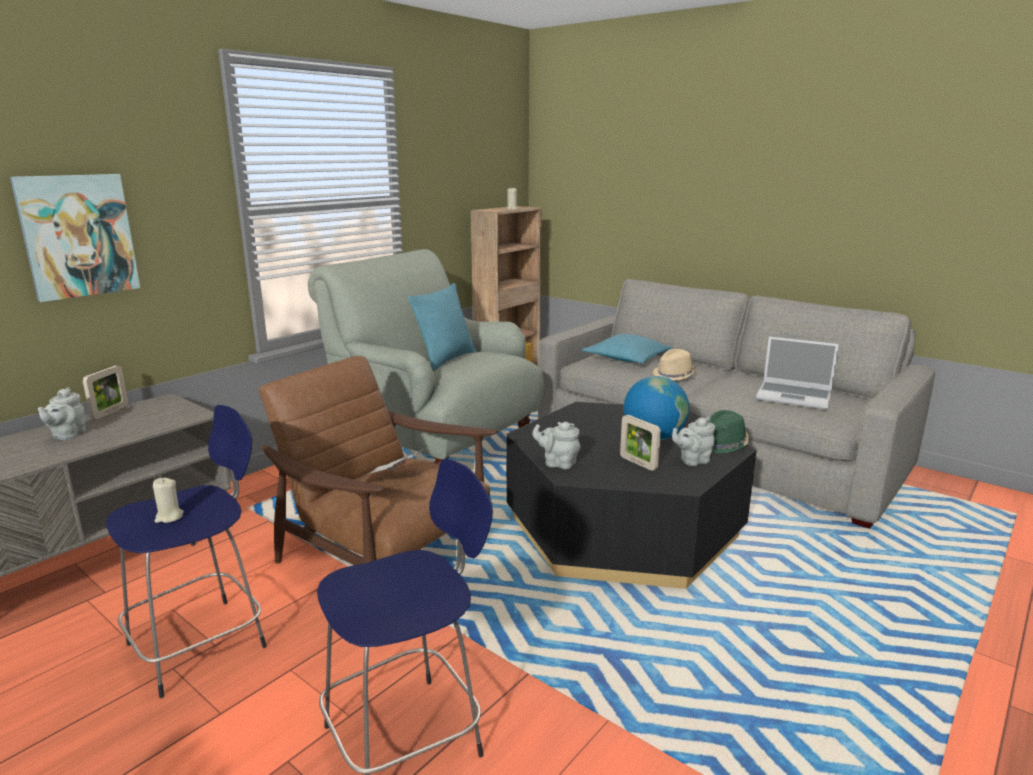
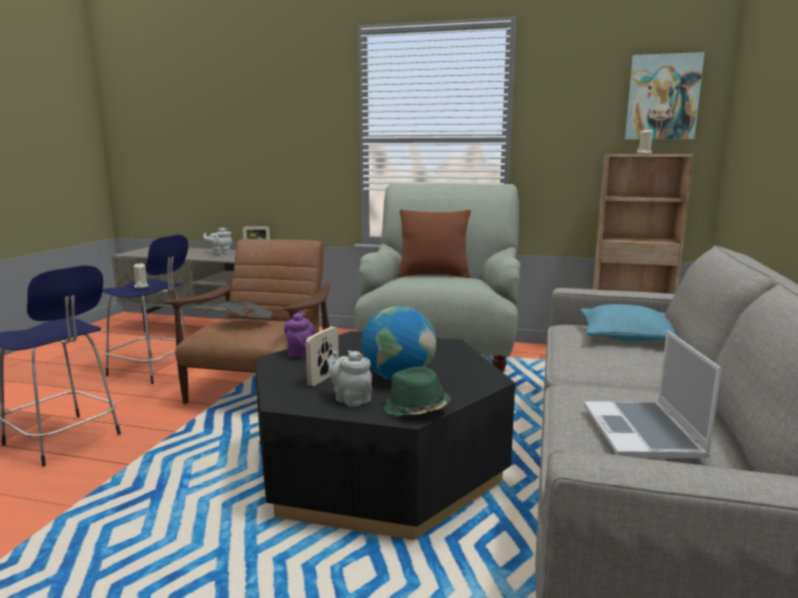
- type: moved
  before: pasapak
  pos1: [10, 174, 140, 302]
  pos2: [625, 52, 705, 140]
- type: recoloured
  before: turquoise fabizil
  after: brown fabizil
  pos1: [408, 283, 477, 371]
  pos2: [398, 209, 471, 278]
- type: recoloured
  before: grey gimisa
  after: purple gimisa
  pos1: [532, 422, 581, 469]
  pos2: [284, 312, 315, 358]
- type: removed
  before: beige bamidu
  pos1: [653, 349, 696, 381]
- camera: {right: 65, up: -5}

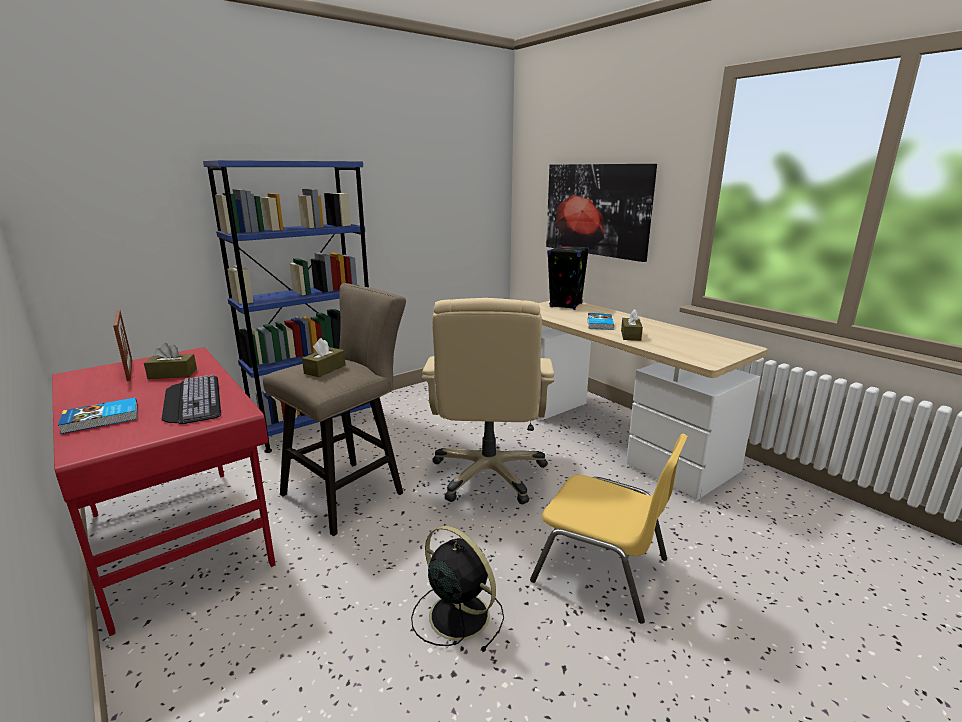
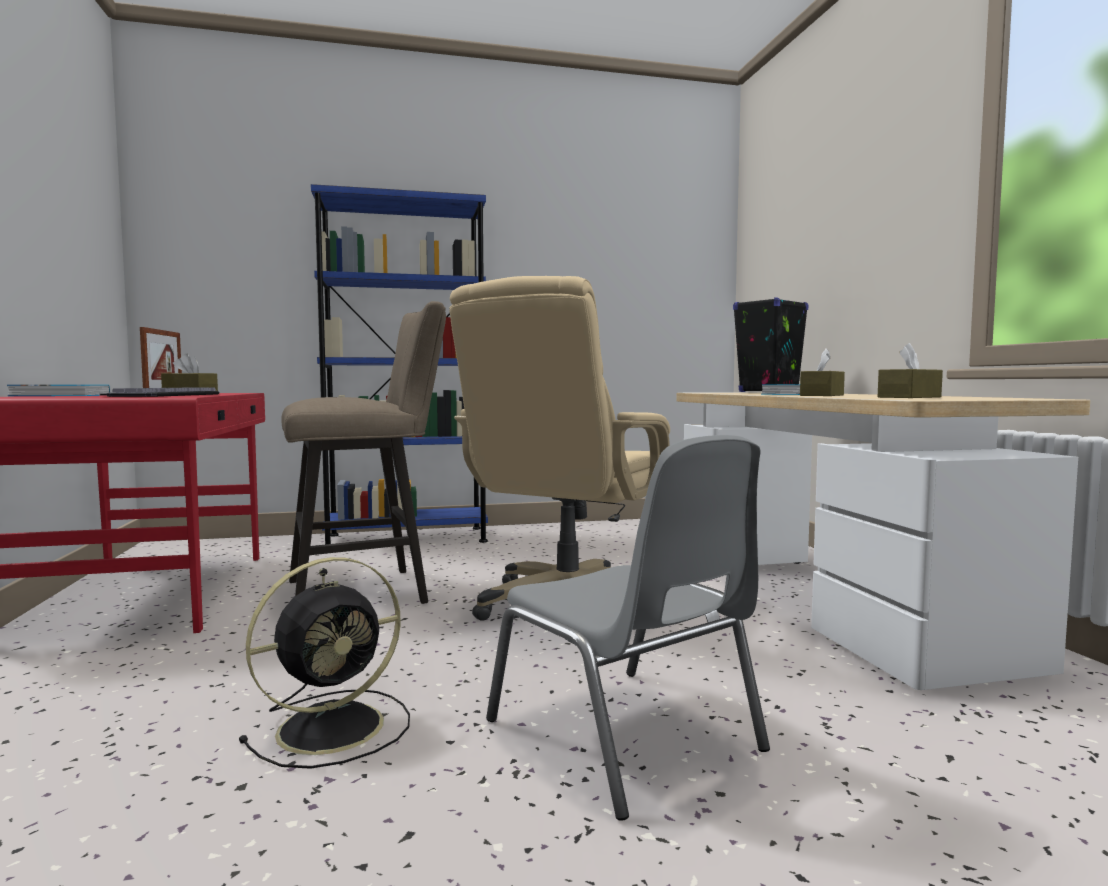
- type: moved
  before: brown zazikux
  pos1: [302, 338, 345, 377]
  pos2: [878, 343, 943, 398]
- type: turned
  before: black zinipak
  pos1: [411, 526, 504, 652]
  pos2: [239, 557, 410, 769]
  turn: 75
- type: recoloured
  before: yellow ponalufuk
  after: grey ponalufuk
  pos1: [530, 433, 688, 624]
  pos2: [486, 435, 770, 821]
- type: removed
  before: pasapak
  pos1: [546, 164, 657, 262]
- camera: {right: 25, up: -15}

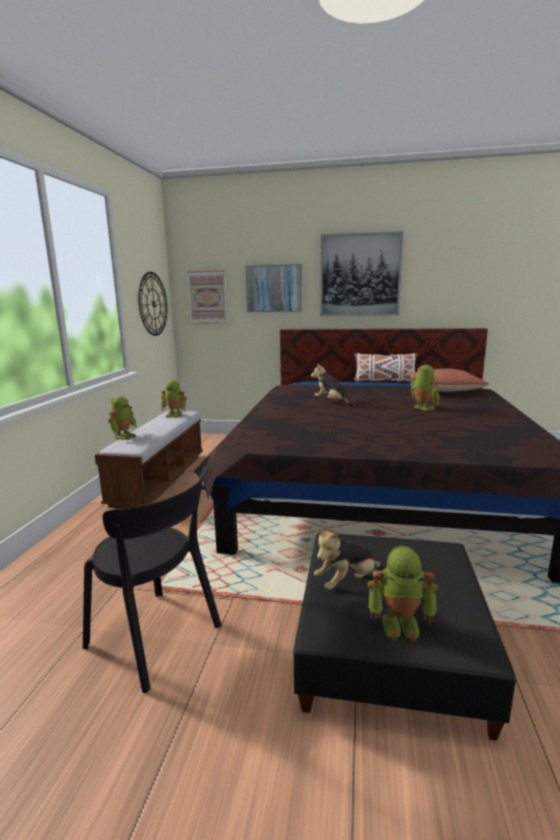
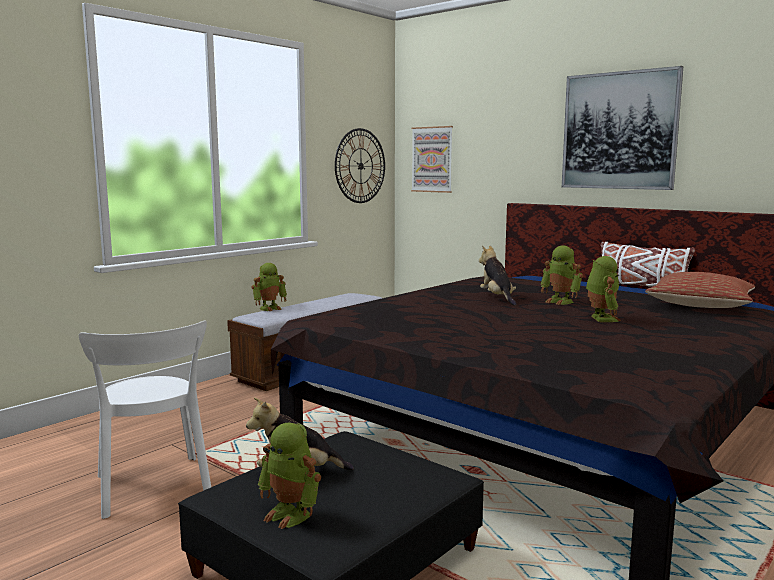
- type: recoloured
  before: black ponalufuk
  after: white ponalufuk
  pos1: [83, 466, 222, 693]
  pos2: [79, 320, 211, 519]
- type: moved
  before: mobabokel
  pos1: [161, 380, 187, 418]
  pos2: [540, 245, 583, 305]
- type: removed
  before: pasapak
  pos1: [246, 264, 302, 312]
- camera: {right: 30, up: -5}

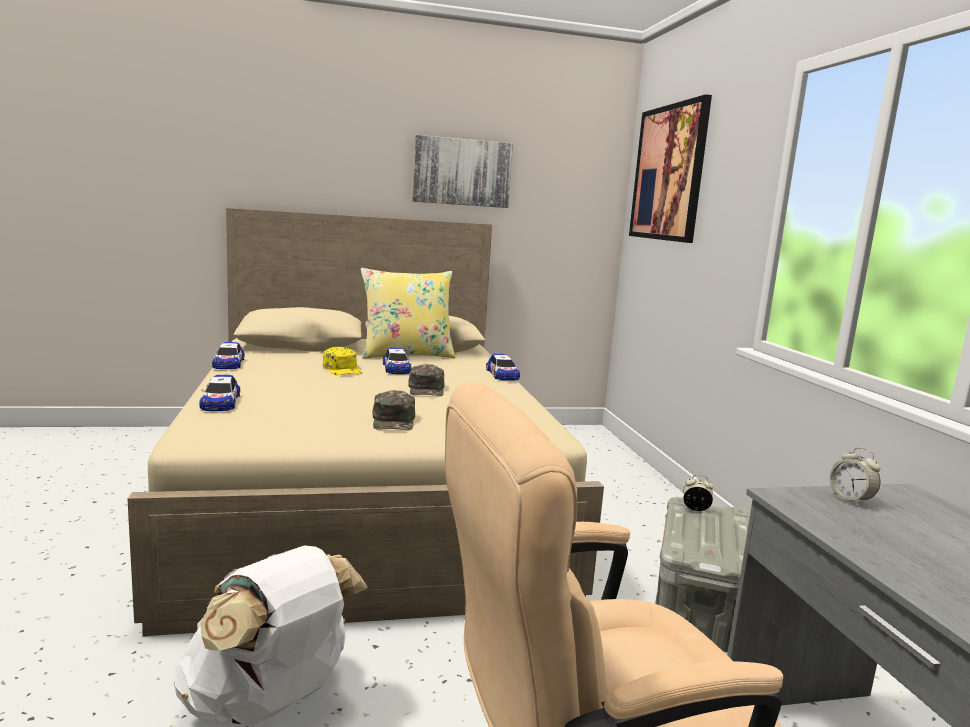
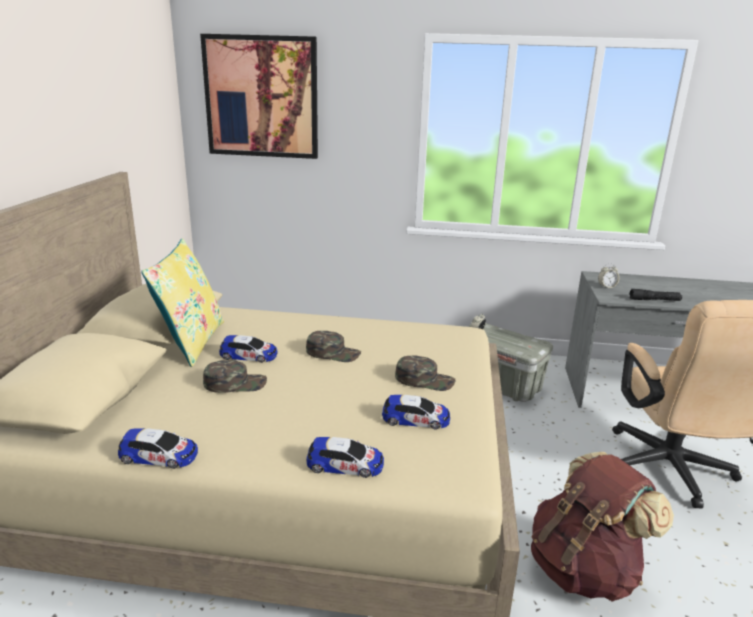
- type: recoloured
  before: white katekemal
  after: brown katekemal
  pos1: [174, 546, 368, 726]
  pos2: [531, 452, 674, 601]
- type: recoloured
  before: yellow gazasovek
  after: green gazasovek
  pos1: [323, 347, 362, 375]
  pos2: [203, 360, 267, 393]
- type: removed
  before: pasapak
  pos1: [412, 135, 513, 208]
- type: moved
  before: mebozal
  pos1: [486, 354, 520, 381]
  pos2: [382, 395, 450, 430]
- type: added
  after: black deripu
  pos2: [629, 289, 682, 301]
- camera: {right: -70, up: 10}

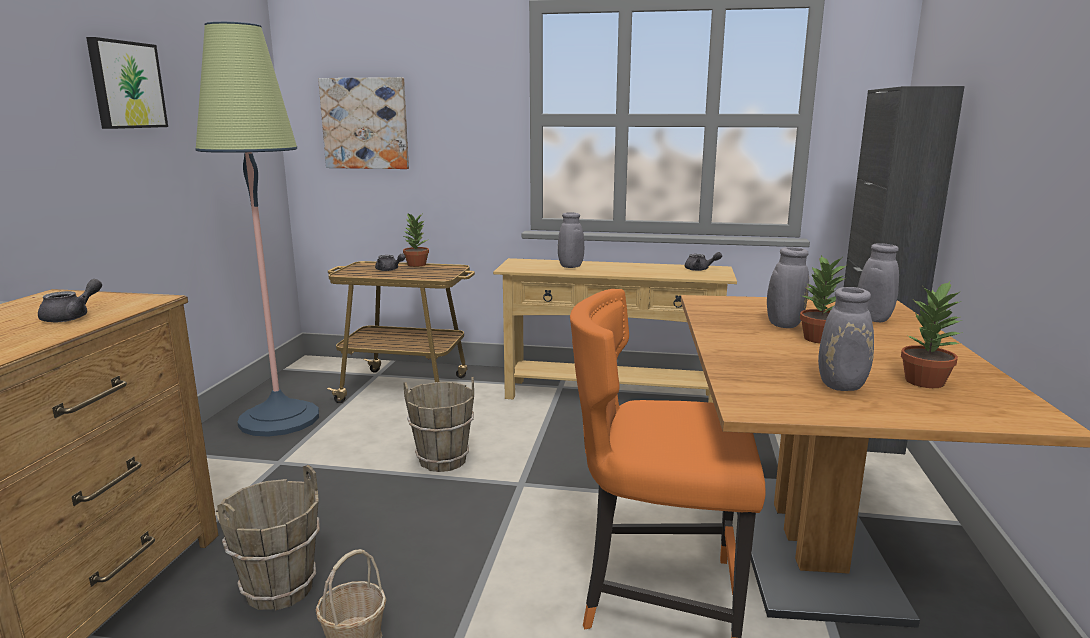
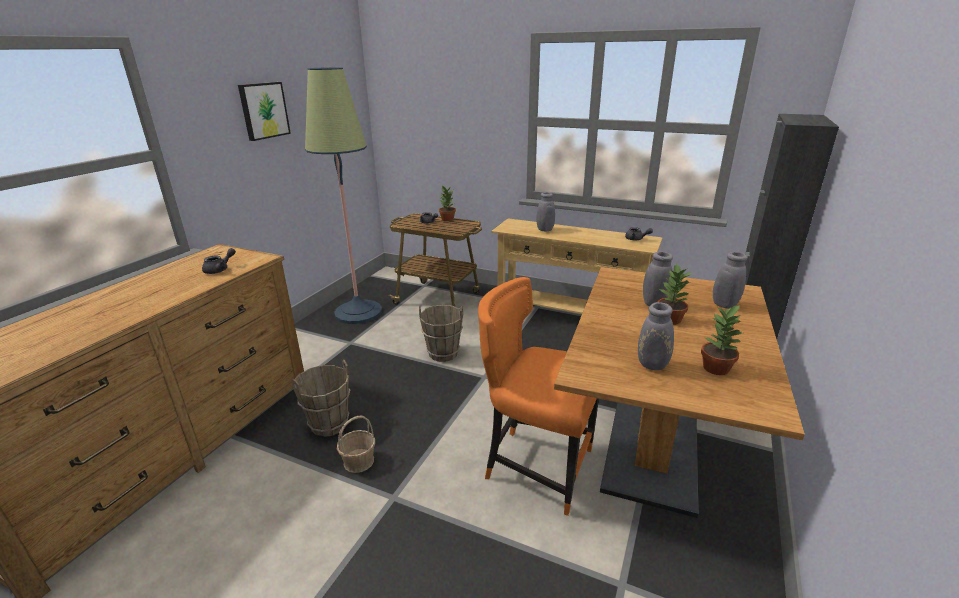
- type: removed
  before: pasapak
  pos1: [318, 77, 409, 169]
- camera: {right: 15, up: 10}

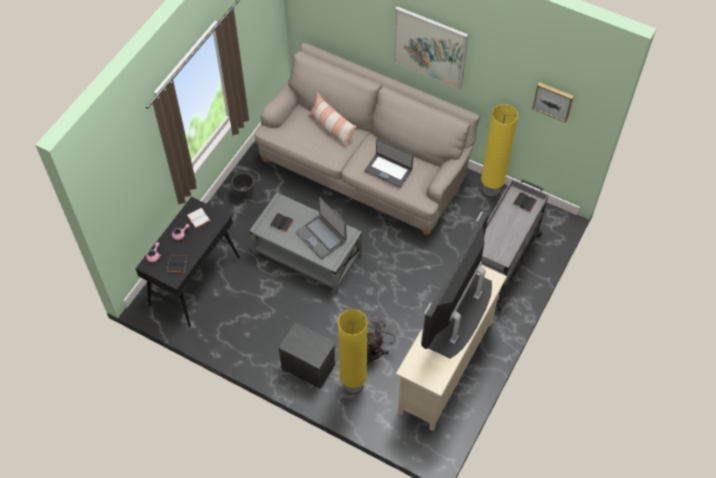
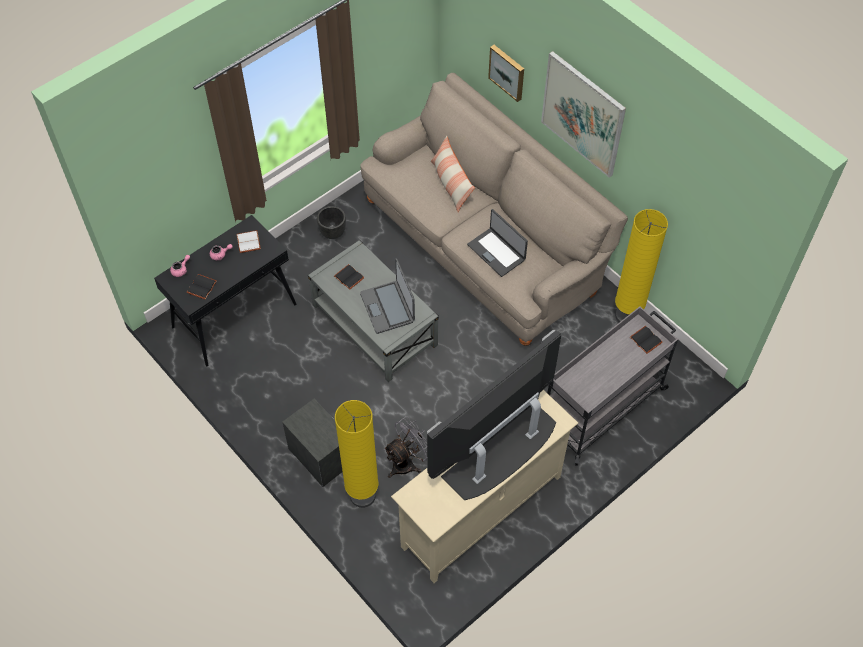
- type: moved
  before: pasapak
  pos1: [532, 82, 574, 123]
  pos2: [488, 45, 524, 102]
- camera: {right: 20, up: 0}

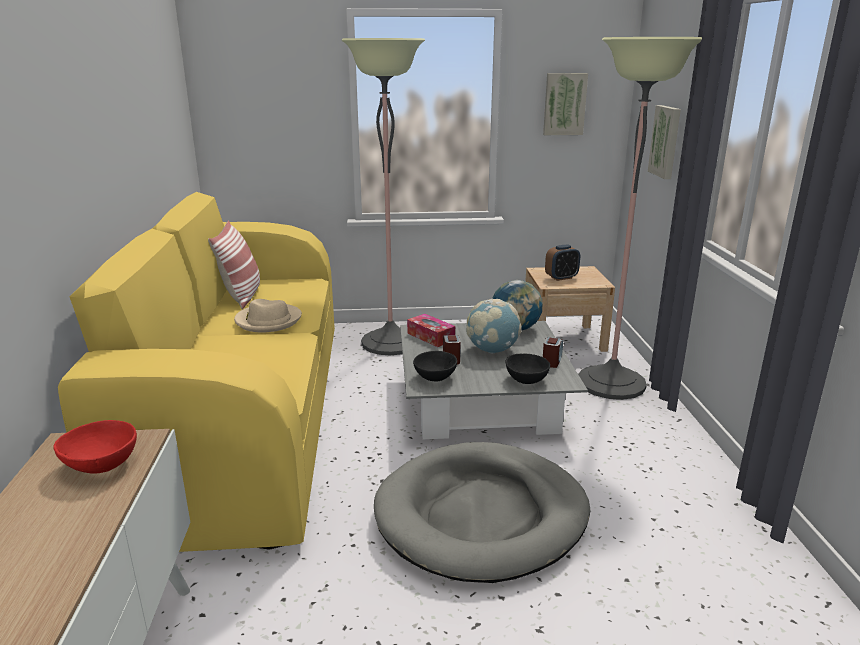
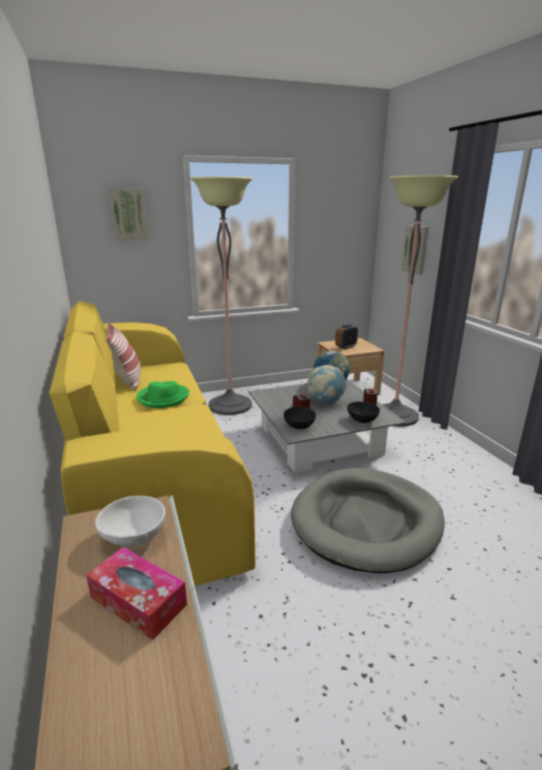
- type: recoloured
  before: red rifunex
  after: white rifunex
  pos1: [53, 420, 137, 474]
  pos2: [95, 496, 165, 547]
- type: recoloured
  before: beige bamidu
  after: green bamidu
  pos1: [234, 299, 302, 332]
  pos2: [136, 381, 190, 408]
- type: moved
  before: zazikux
  pos1: [407, 314, 455, 347]
  pos2: [86, 547, 187, 640]
- type: moved
  before: pasapak
  pos1: [543, 73, 588, 135]
  pos2: [109, 188, 149, 240]
- camera: {right: -15, up: 0}

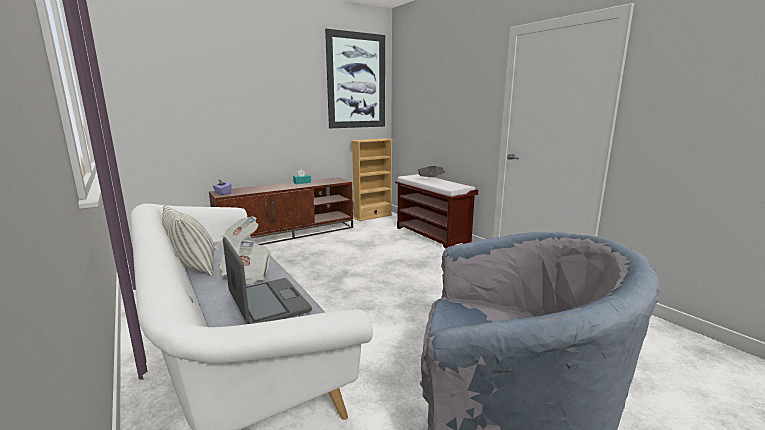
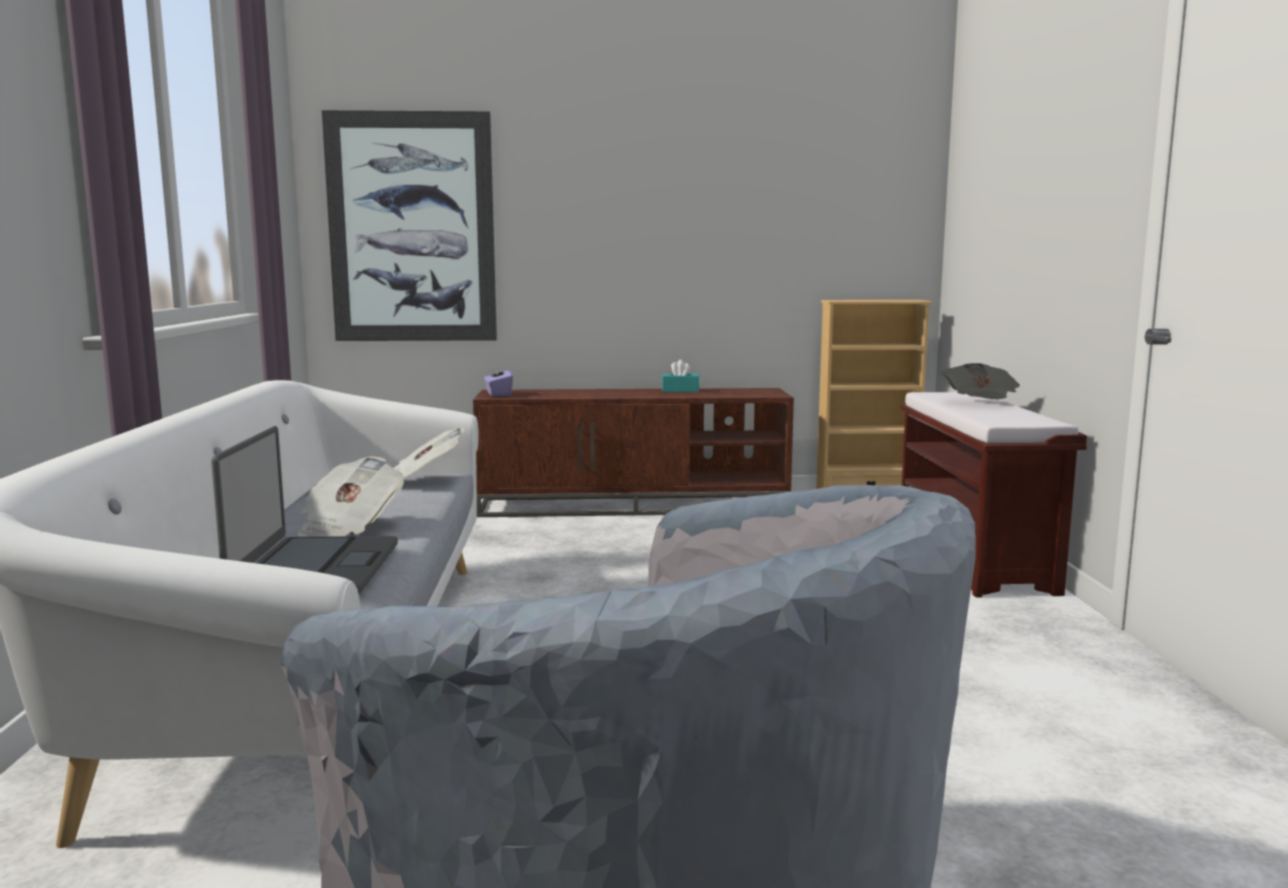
- type: removed
  before: fabizil
  pos1: [162, 205, 214, 277]
- type: moved
  before: pasapak
  pos1: [325, 29, 385, 129]
  pos2: [322, 110, 497, 341]
- camera: {right: 30, up: -5}

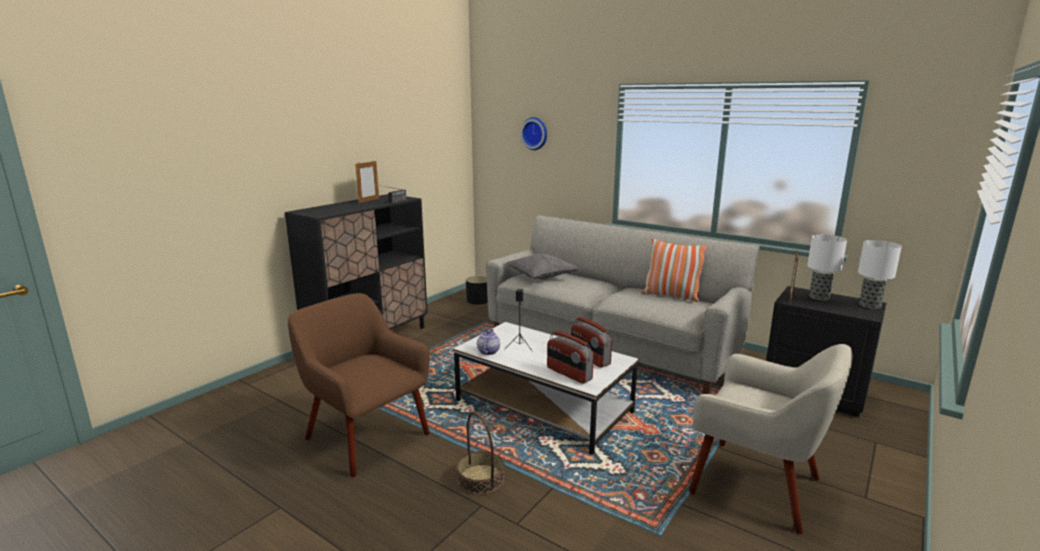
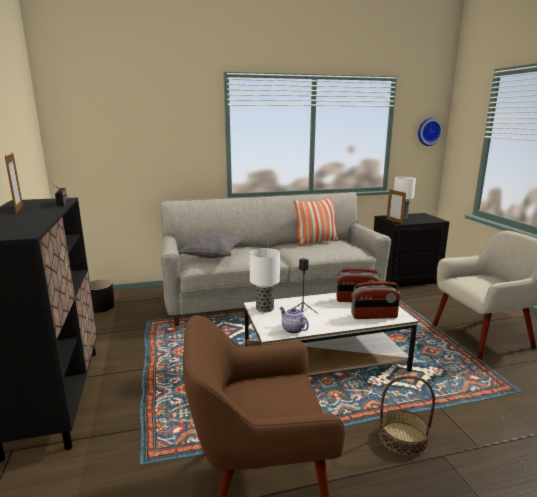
- type: moved
  before: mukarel
  pos1: [520, 117, 547, 150]
  pos2: [418, 118, 443, 146]
- type: moved
  before: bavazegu
  pos1: [858, 240, 902, 309]
  pos2: [249, 248, 280, 313]
- camera: {right: -50, up: 0}

